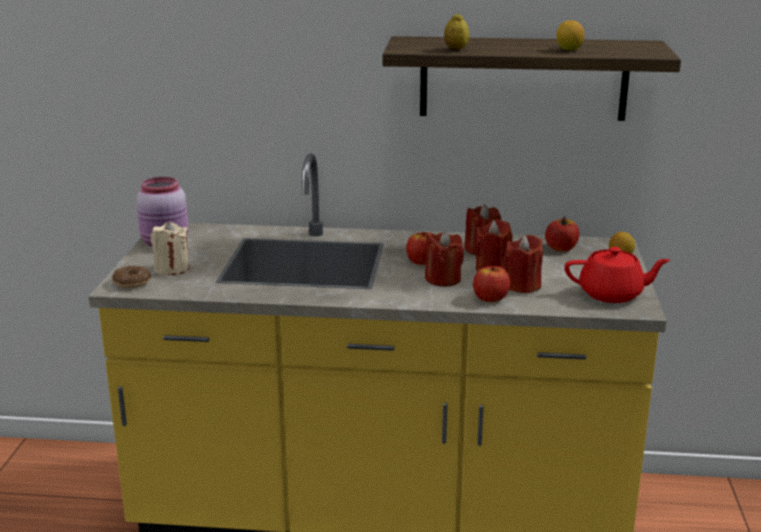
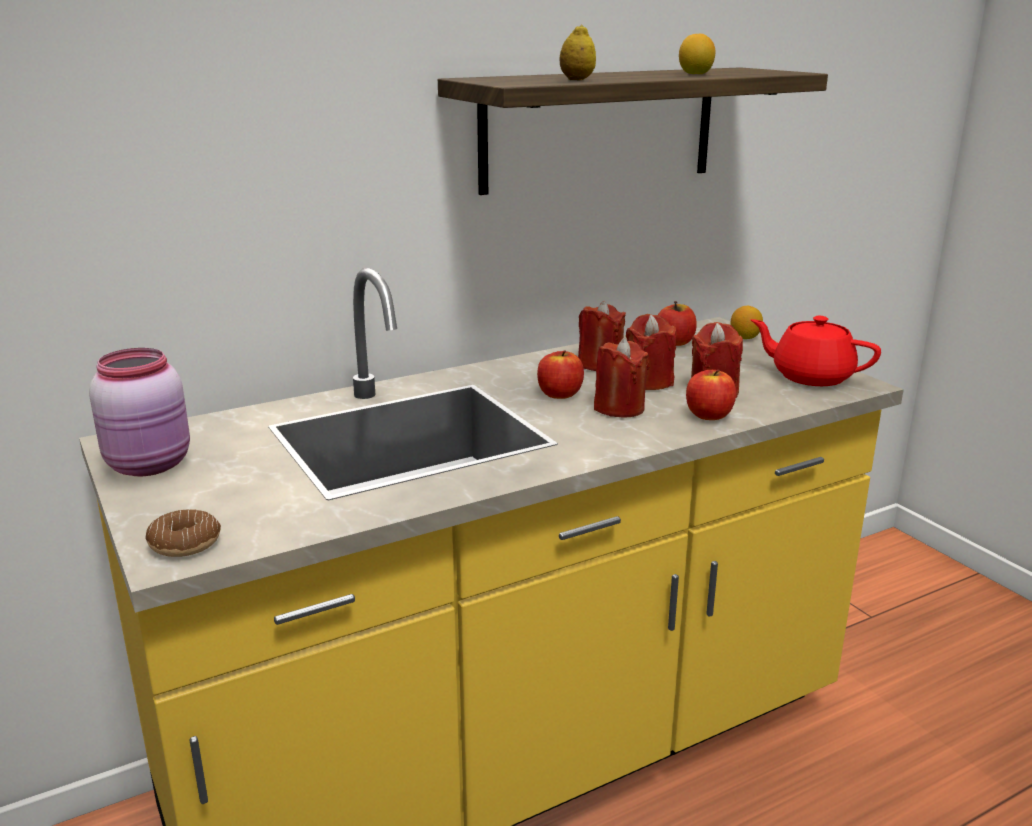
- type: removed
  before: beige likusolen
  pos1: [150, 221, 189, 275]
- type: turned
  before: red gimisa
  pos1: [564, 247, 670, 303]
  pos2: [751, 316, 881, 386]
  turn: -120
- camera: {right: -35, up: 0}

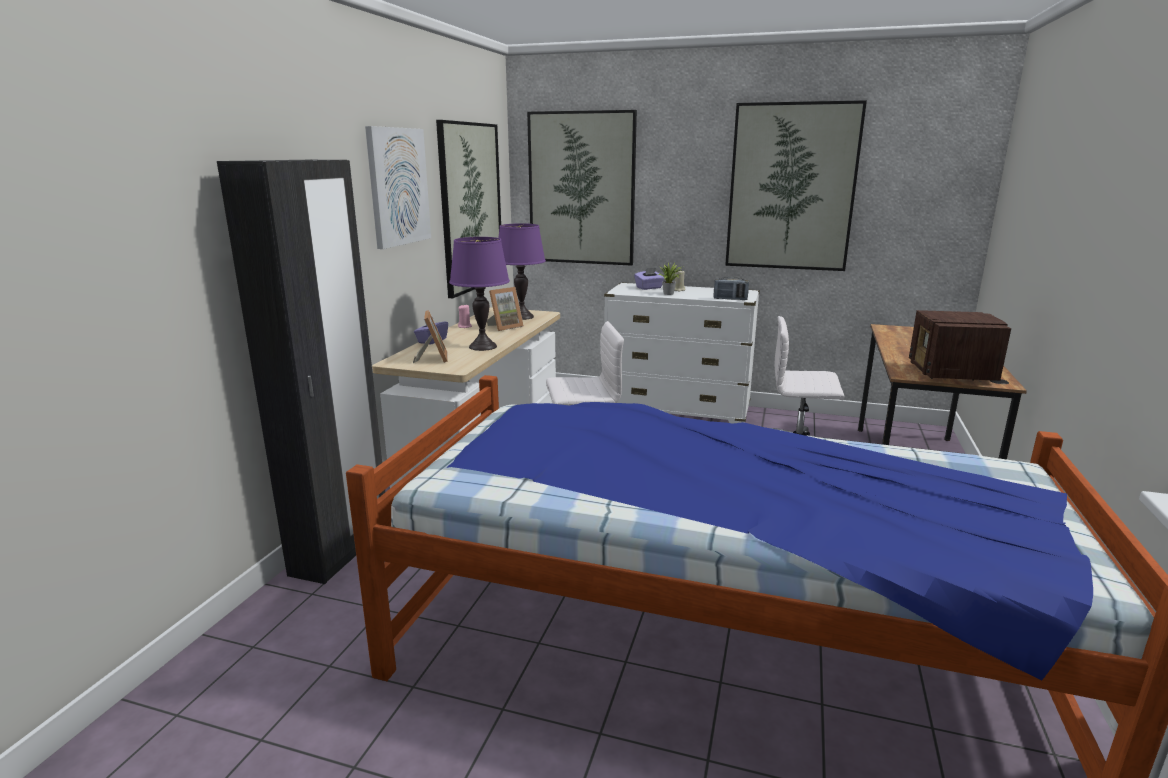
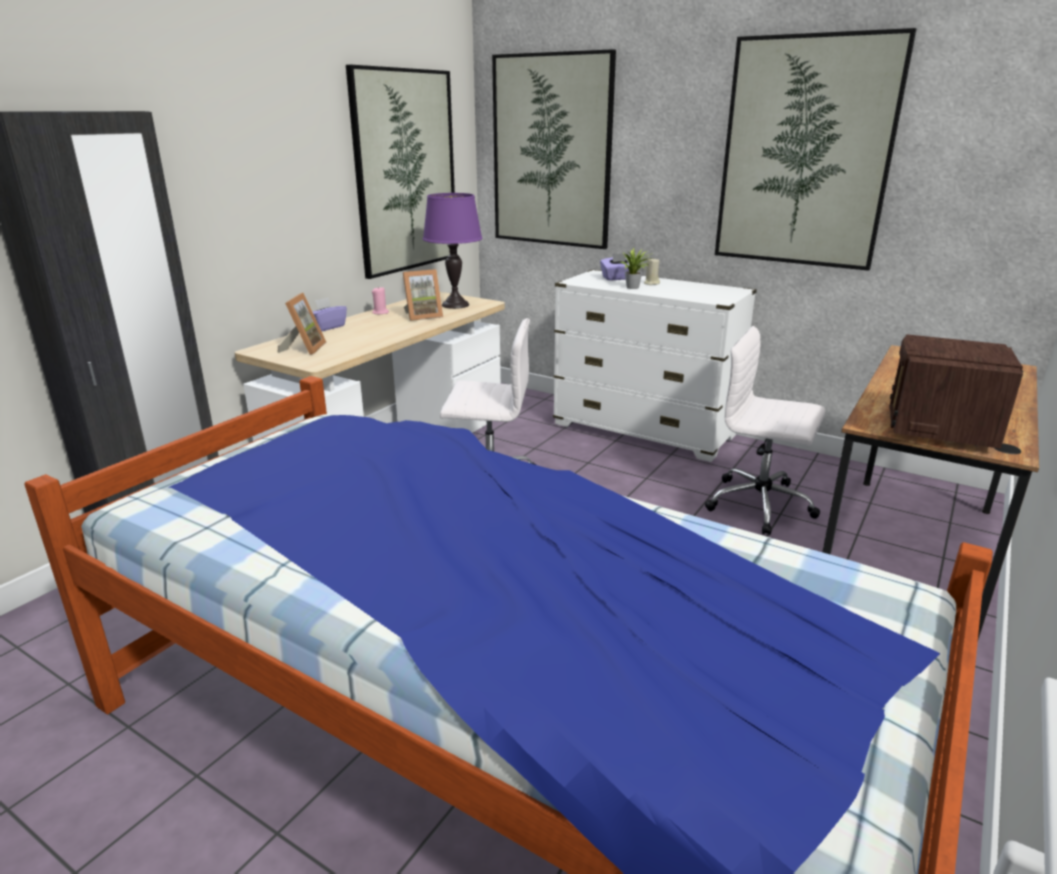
- type: removed
  before: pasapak
  pos1: [365, 126, 431, 249]
- type: removed
  before: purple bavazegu
  pos1: [449, 237, 510, 351]
- type: removed
  before: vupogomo
  pos1: [713, 277, 749, 300]
- camera: {right: 15, up: 5}

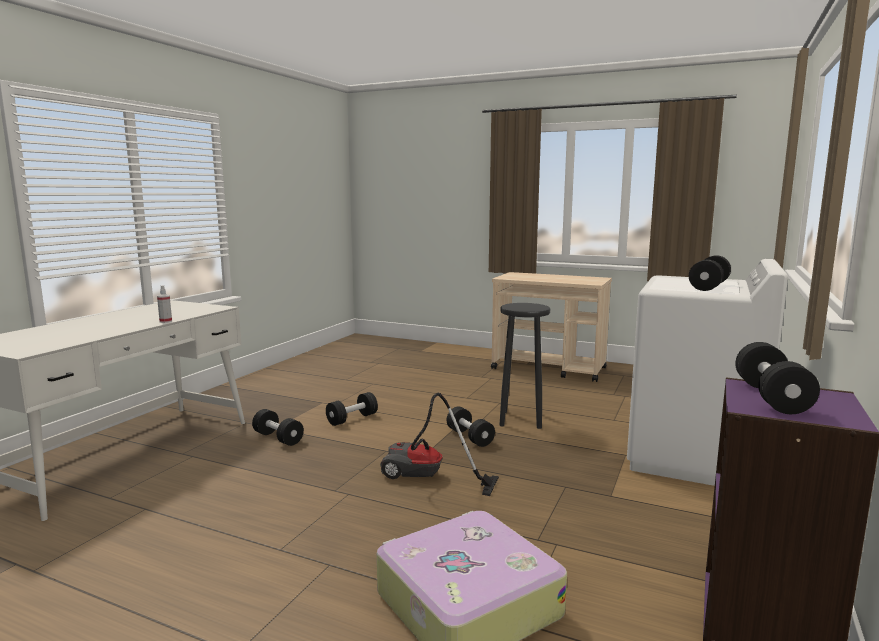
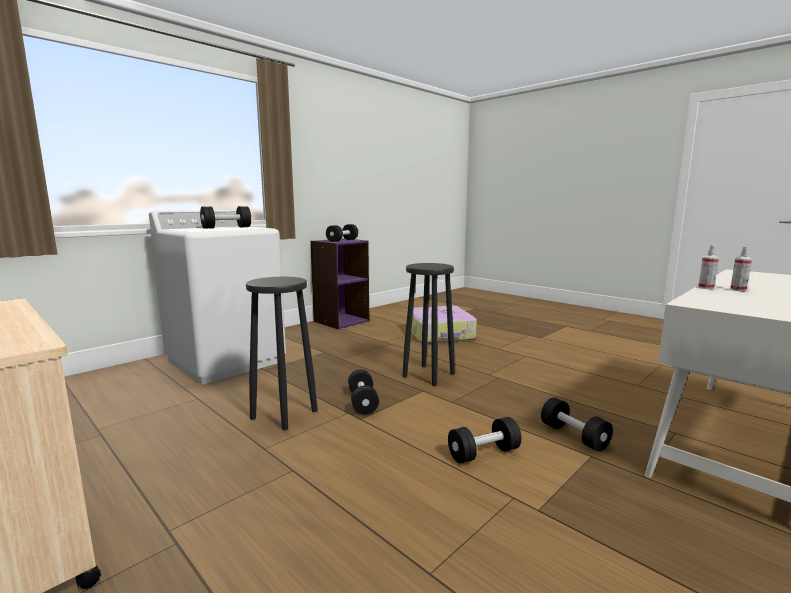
- type: replaced
  before: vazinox
  after: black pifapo
  pos1: [380, 392, 499, 496]
  pos2: [402, 263, 455, 386]
- type: added
  after: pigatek
  pos2: [730, 246, 752, 291]
- camera: {right: -160, up: 0}

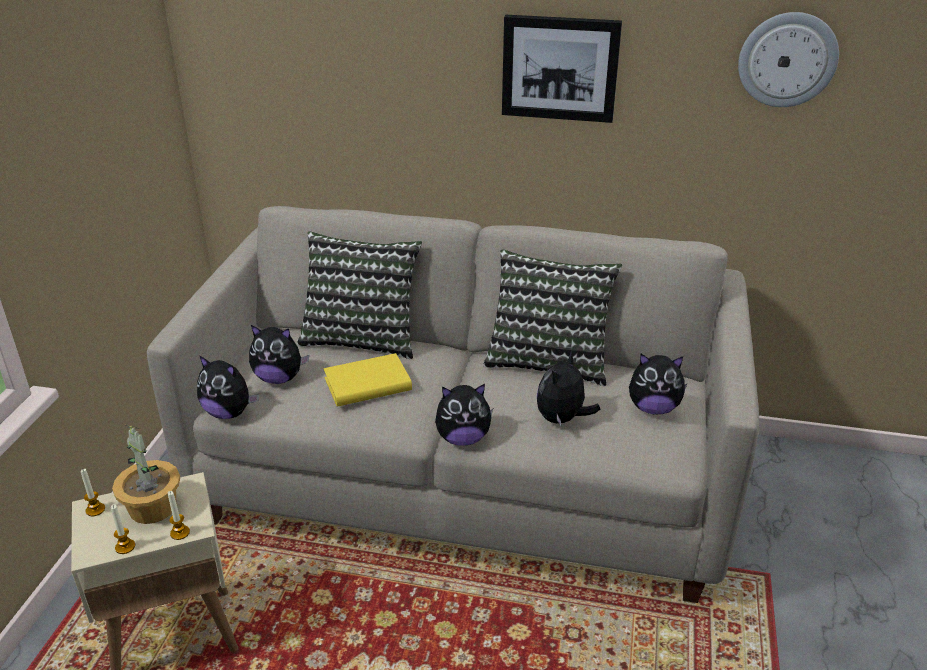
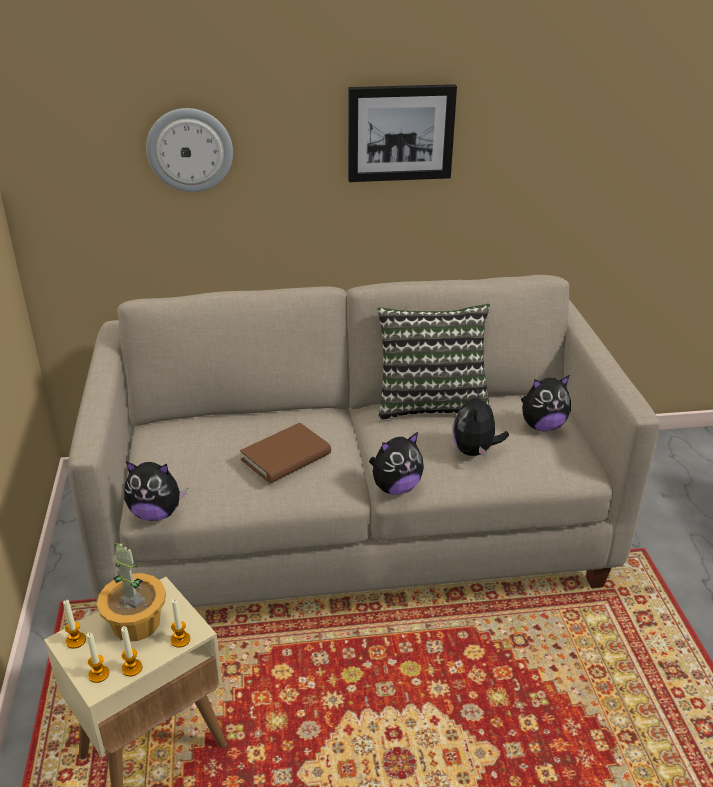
- type: removed
  before: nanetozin
  pos1: [249, 325, 309, 384]
- type: removed
  before: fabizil
  pos1: [297, 232, 422, 359]
- type: recoloured
  before: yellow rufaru
  after: brown rufaru
  pos1: [324, 353, 412, 407]
  pos2: [240, 423, 331, 483]
- type: moved
  before: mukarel
  pos1: [738, 12, 839, 107]
  pos2: [146, 108, 233, 192]
- type: added
  after: likusolen
  pos2: [87, 633, 109, 683]
- camera: {right: -20, up: 0}

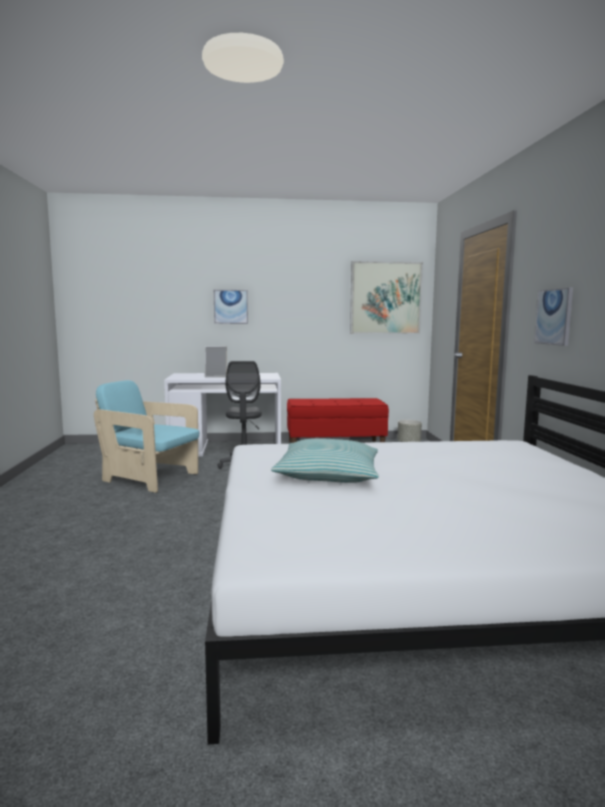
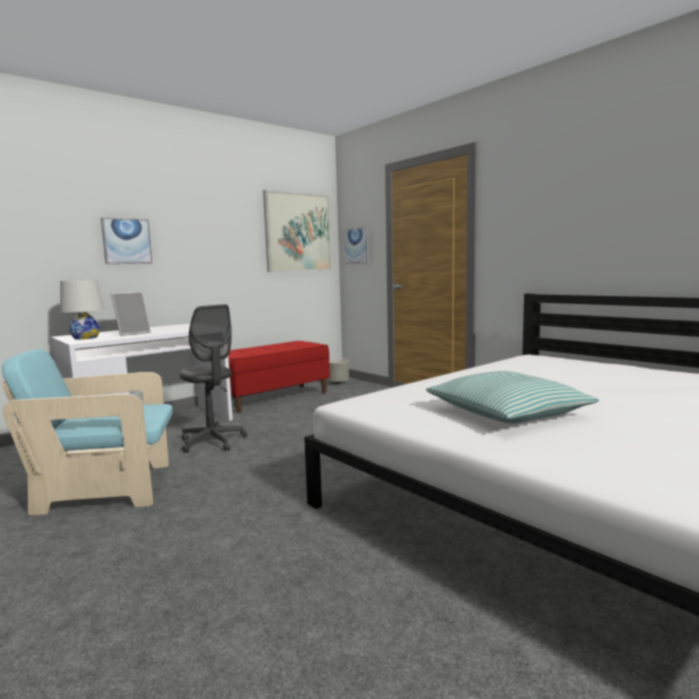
- type: moved
  before: pasapak
  pos1: [534, 288, 573, 346]
  pos2: [344, 227, 369, 264]
- type: added
  after: white bavazegu
  pos2: [60, 280, 104, 340]
- camera: {right: -35, up: 0}

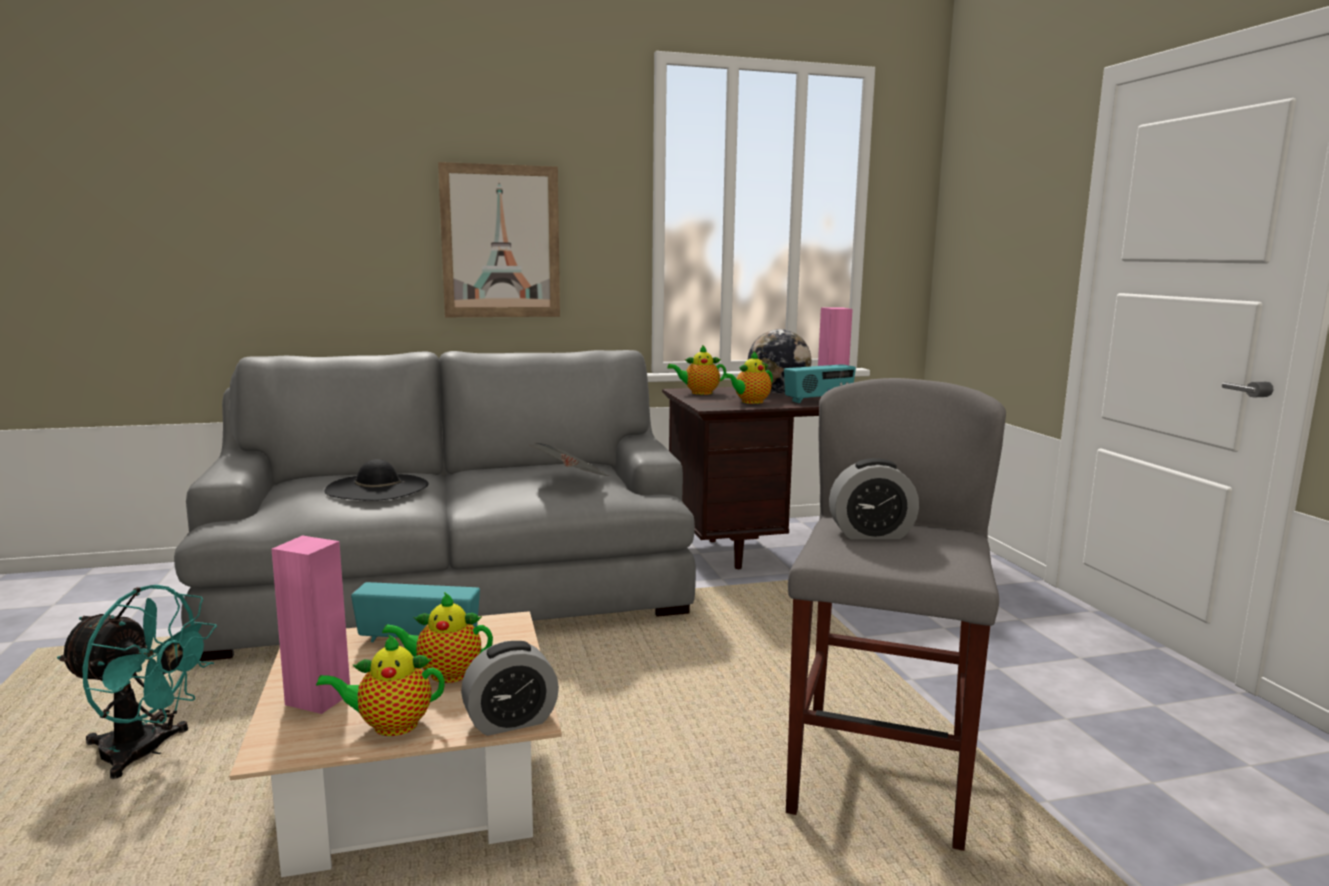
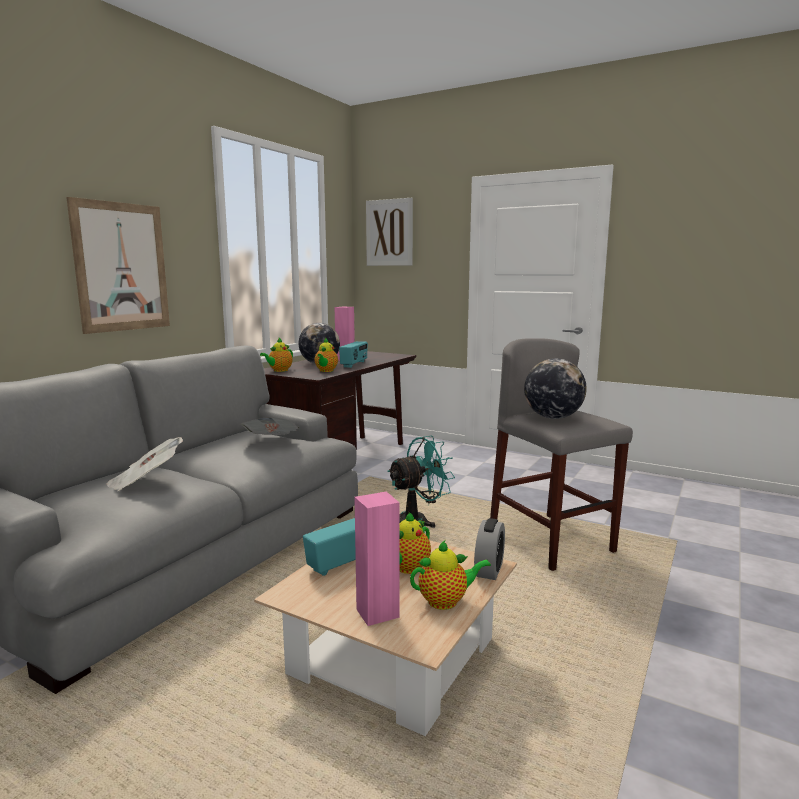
- type: moved
  before: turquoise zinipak
  pos1: [57, 585, 217, 779]
  pos2: [387, 436, 455, 528]
- type: turned
  before: gimisa
  pos1: [316, 634, 445, 736]
  pos2: [410, 541, 491, 610]
  turn: -135
- type: replaced
  before: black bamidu
  after: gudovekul
  pos1: [324, 459, 429, 501]
  pos2: [106, 437, 183, 491]
- type: replaced
  before: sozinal
  after: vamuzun
  pos1: [829, 458, 919, 539]
  pos2: [524, 358, 587, 419]
- type: added
  after: pasapak
  pos2: [366, 198, 413, 266]
- camera: {right: -45, up: 0}

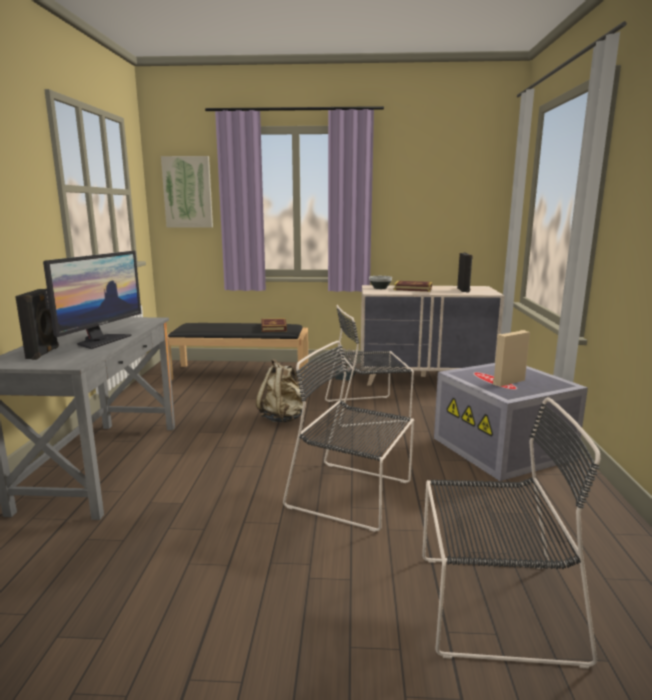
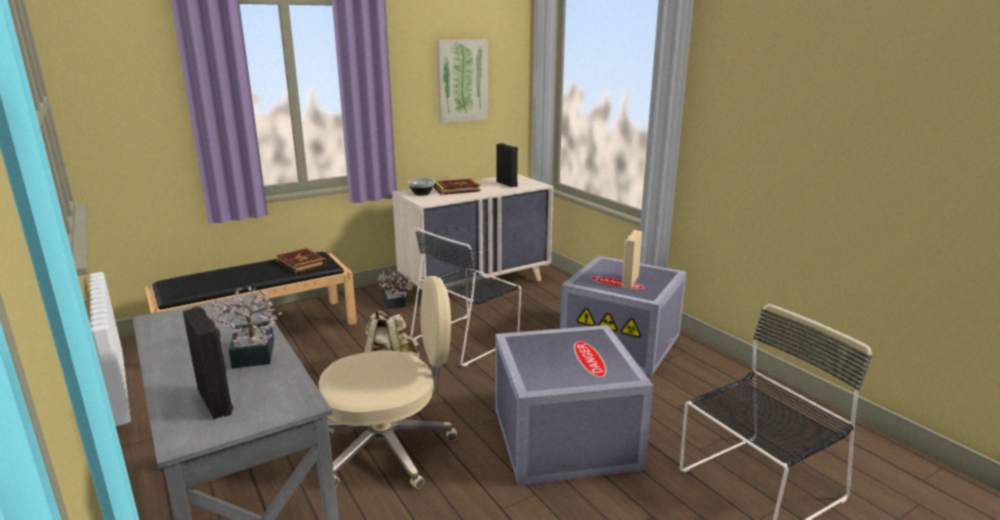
- type: replaced
  before: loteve
  after: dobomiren
  pos1: [43, 251, 141, 349]
  pos2: [210, 286, 282, 369]
- type: moved
  before: pasapak
  pos1: [161, 156, 213, 228]
  pos2: [436, 39, 488, 123]
- type: replaced
  before: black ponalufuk
  after: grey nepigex
  pos1: [283, 341, 414, 532]
  pos2: [495, 325, 654, 486]
- type: added
  after: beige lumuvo
  pos2: [319, 276, 457, 489]
- camera: {right: -35, up: 5}

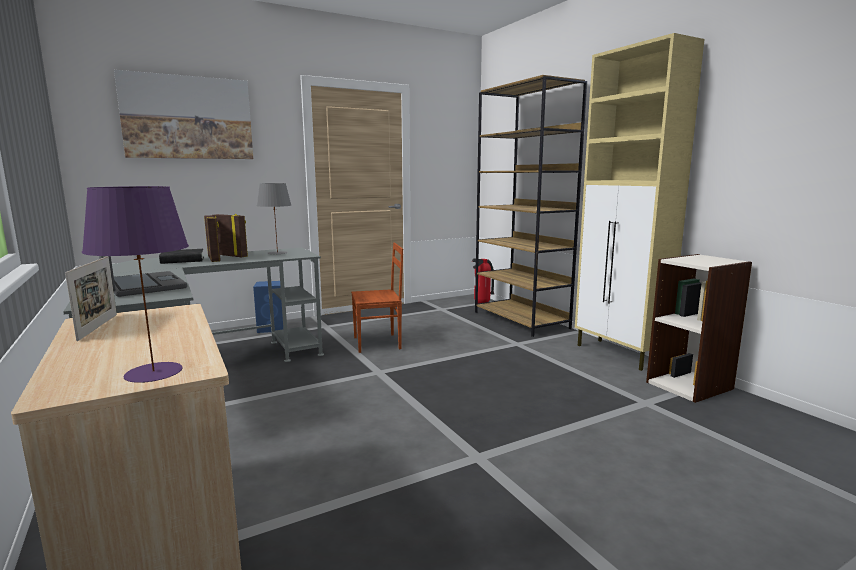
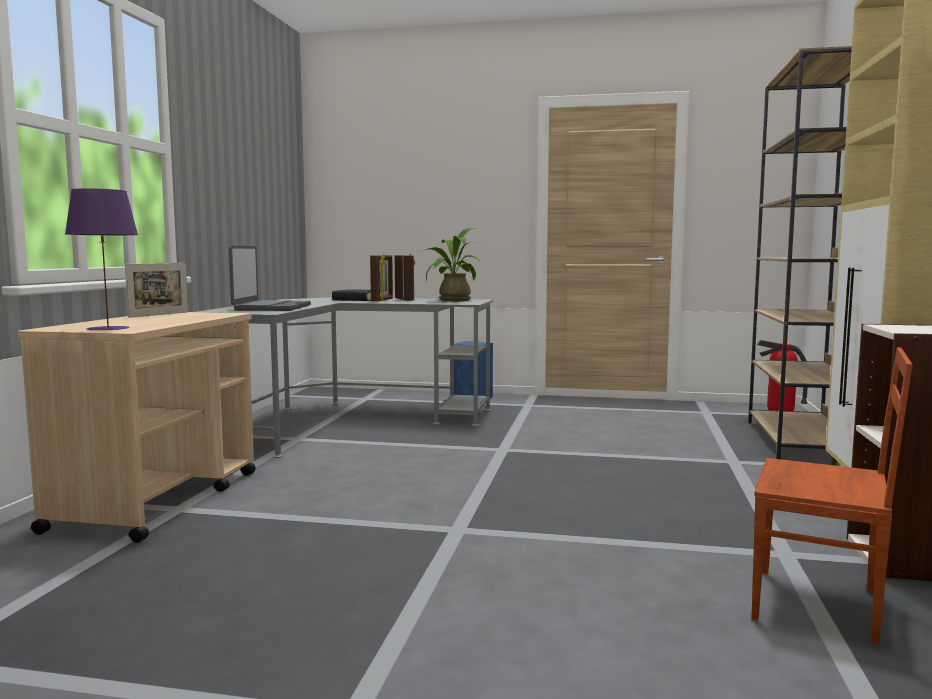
- type: removed
  before: pasapak
  pos1: [114, 70, 253, 159]
- type: replaced
  before: grey bavazegu
  after: dobomiren
  pos1: [257, 183, 292, 255]
  pos2: [418, 228, 481, 302]
- type: moved
  before: brown ponalufuk
  pos1: [351, 242, 403, 353]
  pos2: [751, 347, 913, 646]
- camera: {right: 40, up: -5}

